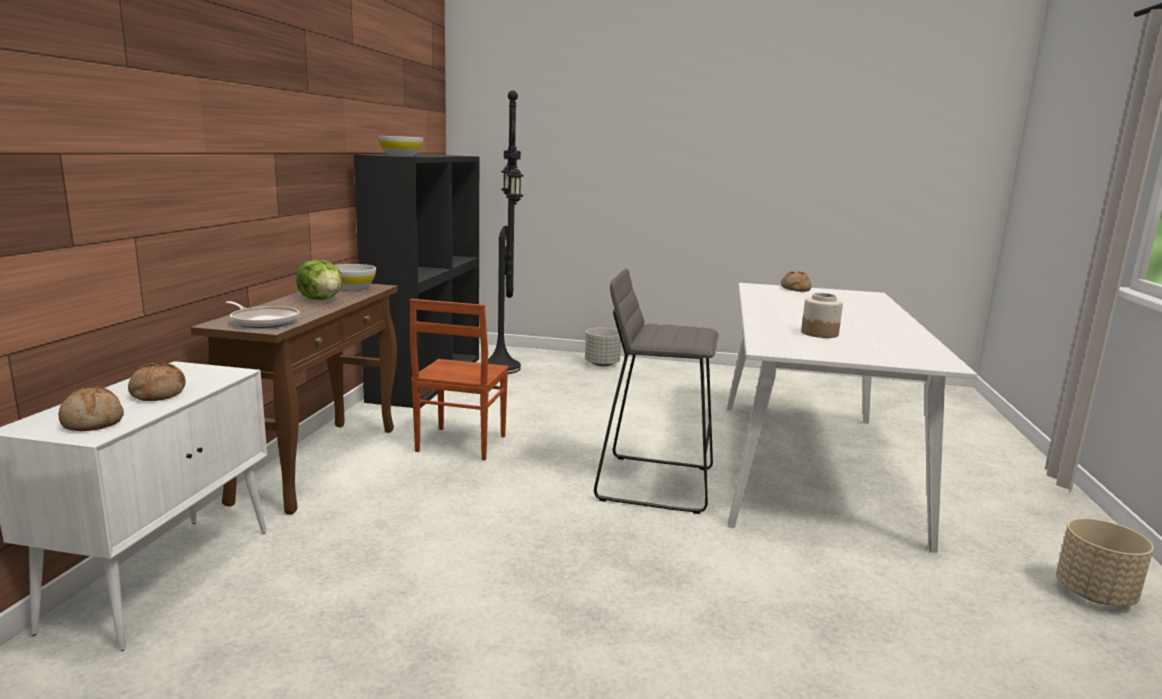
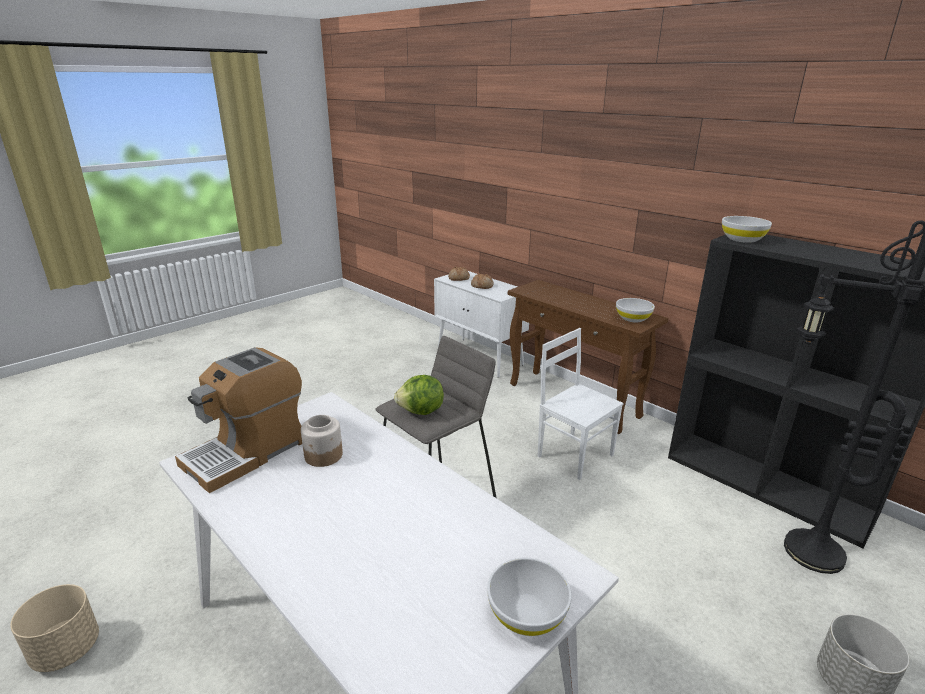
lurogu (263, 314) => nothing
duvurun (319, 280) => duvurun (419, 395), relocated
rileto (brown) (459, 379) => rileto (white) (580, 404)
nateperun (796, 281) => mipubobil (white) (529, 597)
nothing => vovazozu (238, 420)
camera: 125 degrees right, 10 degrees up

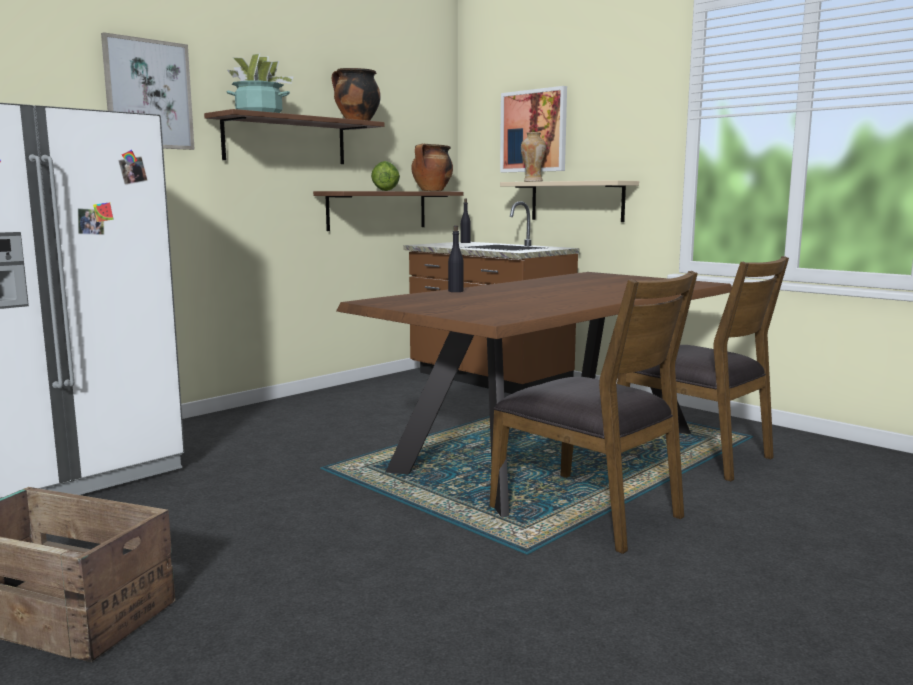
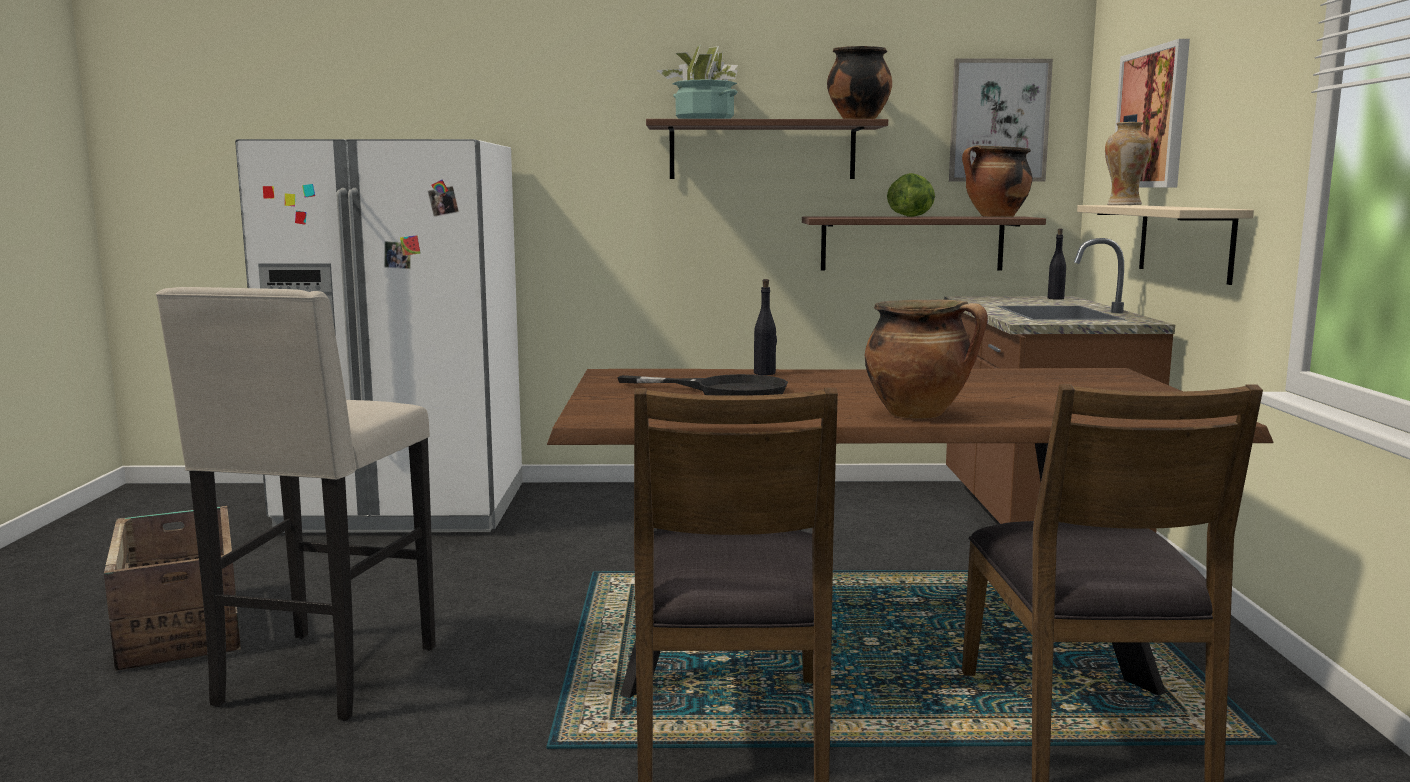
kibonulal (148, 91) => kibonulal (1001, 120), relocated
nothing => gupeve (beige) (296, 504)
nothing => lurogu (black) (702, 385)
nothing => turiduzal (926, 359)
camera: 45 degrees right, 0 degrees up

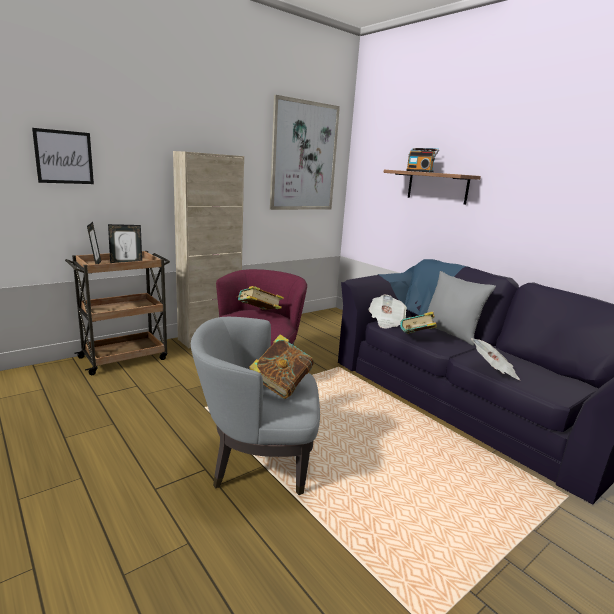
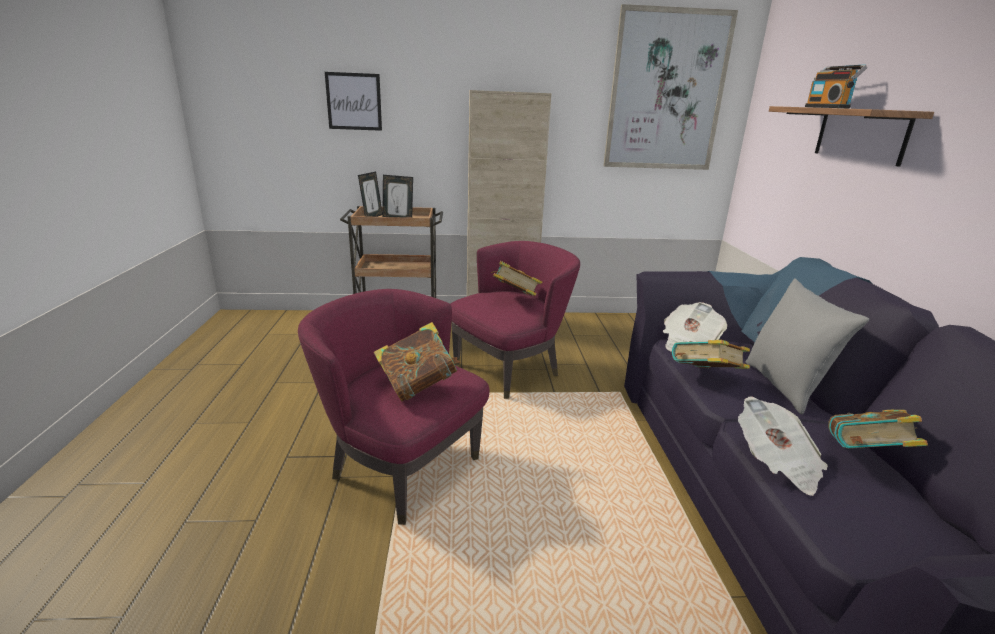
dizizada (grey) (255, 406) => dizizada (purple) (394, 407)
nothing => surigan (878, 429)
camera: 35 degrees right, 5 degrees up

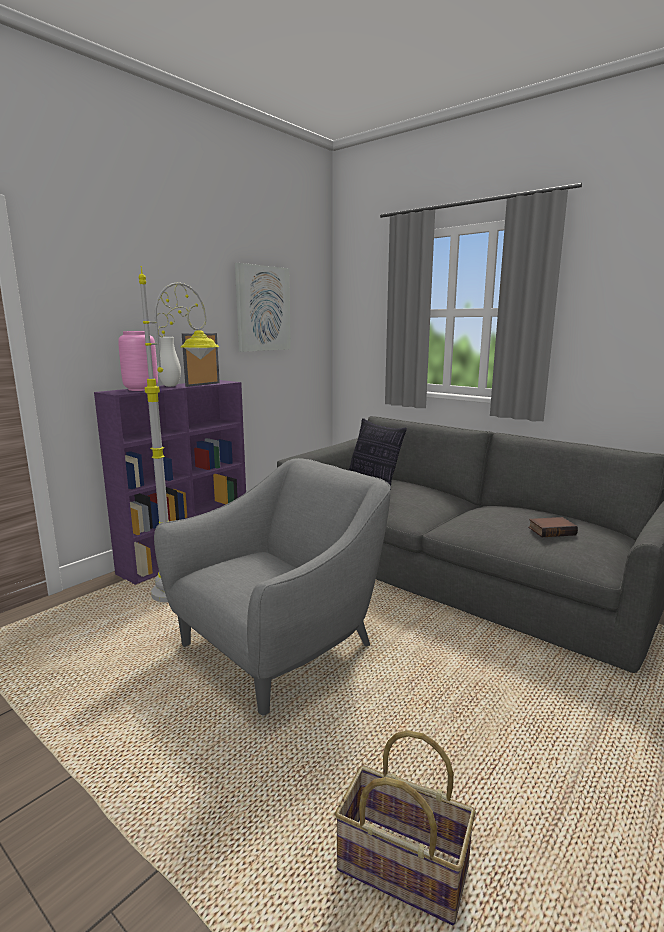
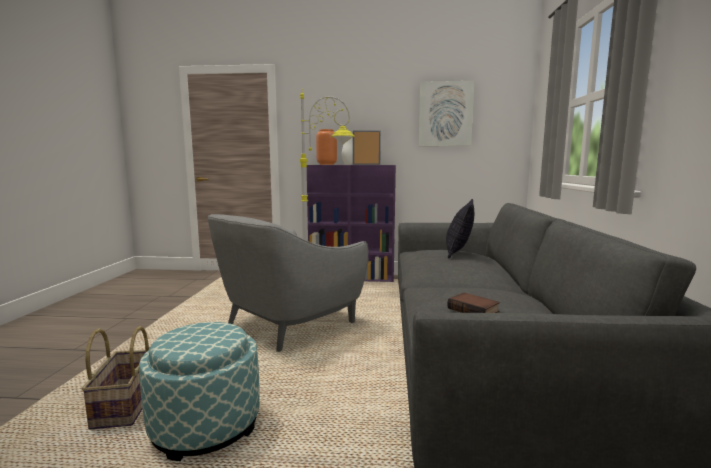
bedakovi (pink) (138, 361) => bedakovi (orange) (326, 147)
dizizada (grey) (272, 586) => dizizada (grey) (288, 283), 120 degrees clockwise
nothing => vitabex (199, 391)
camera: 55 degrees right, 5 degrees down

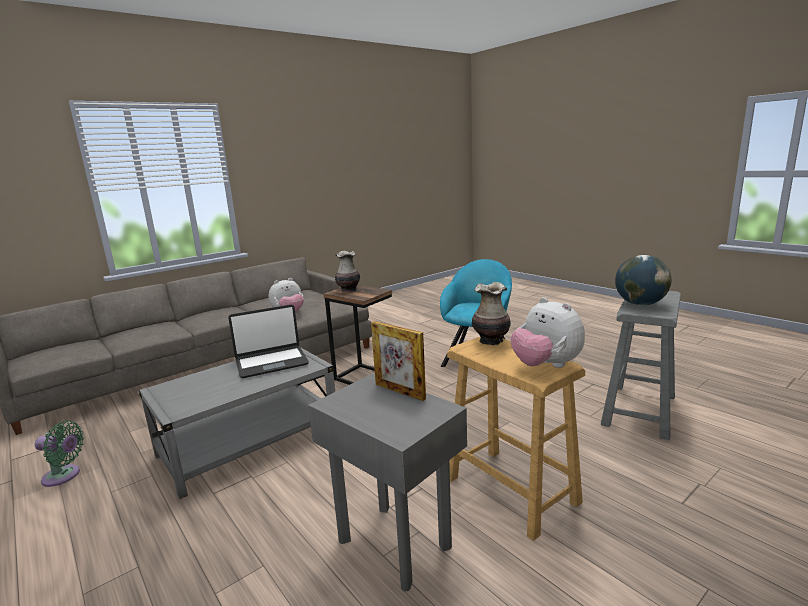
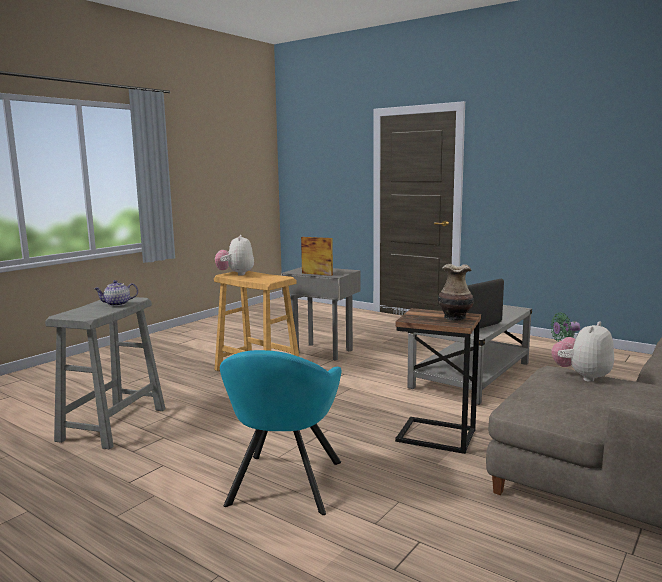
bedakovi (491, 313) => nothing
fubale (548, 332) => fubale (234, 255), 135 degrees counterclockwise
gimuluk (643, 280) => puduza (116, 293)
camera: 165 degrees right, 5 degrees down

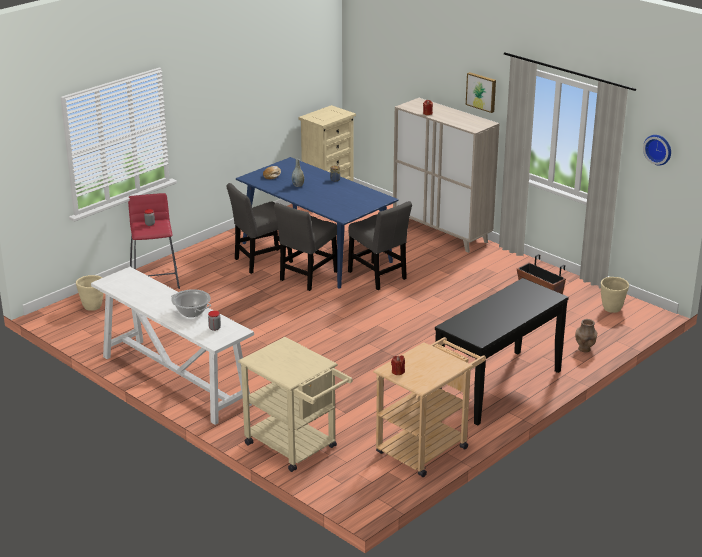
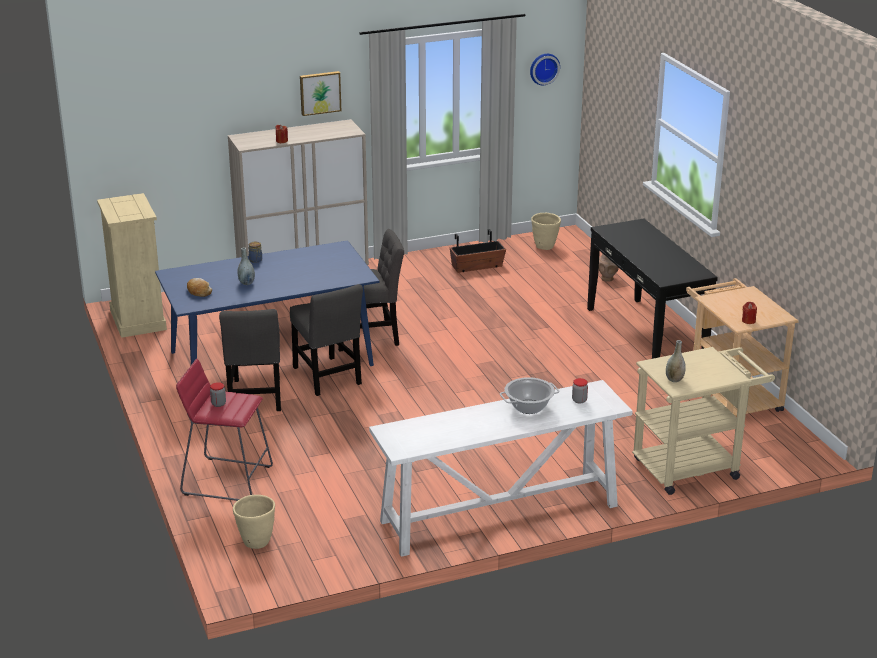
nothing => bedakovi (grey) (676, 361)
camera: 65 degrees left, 0 degrees up

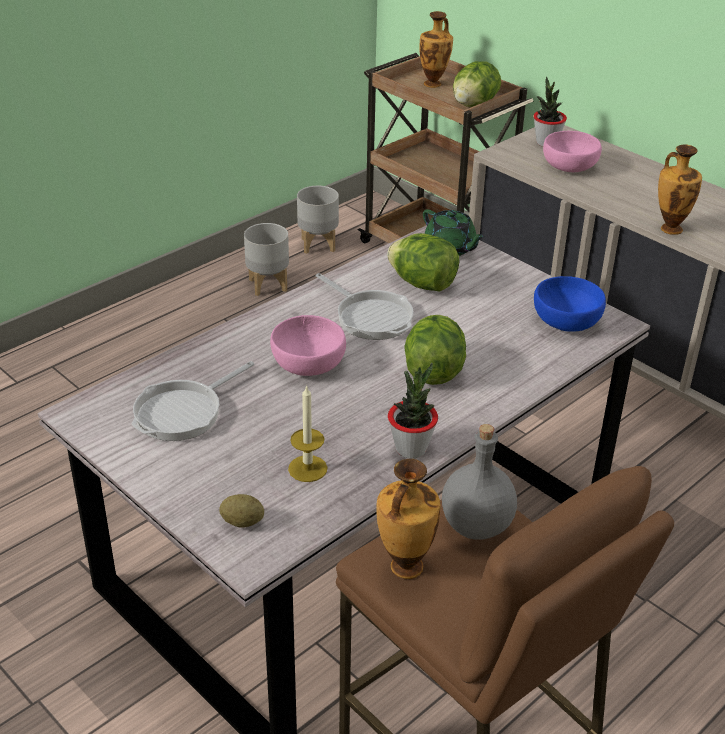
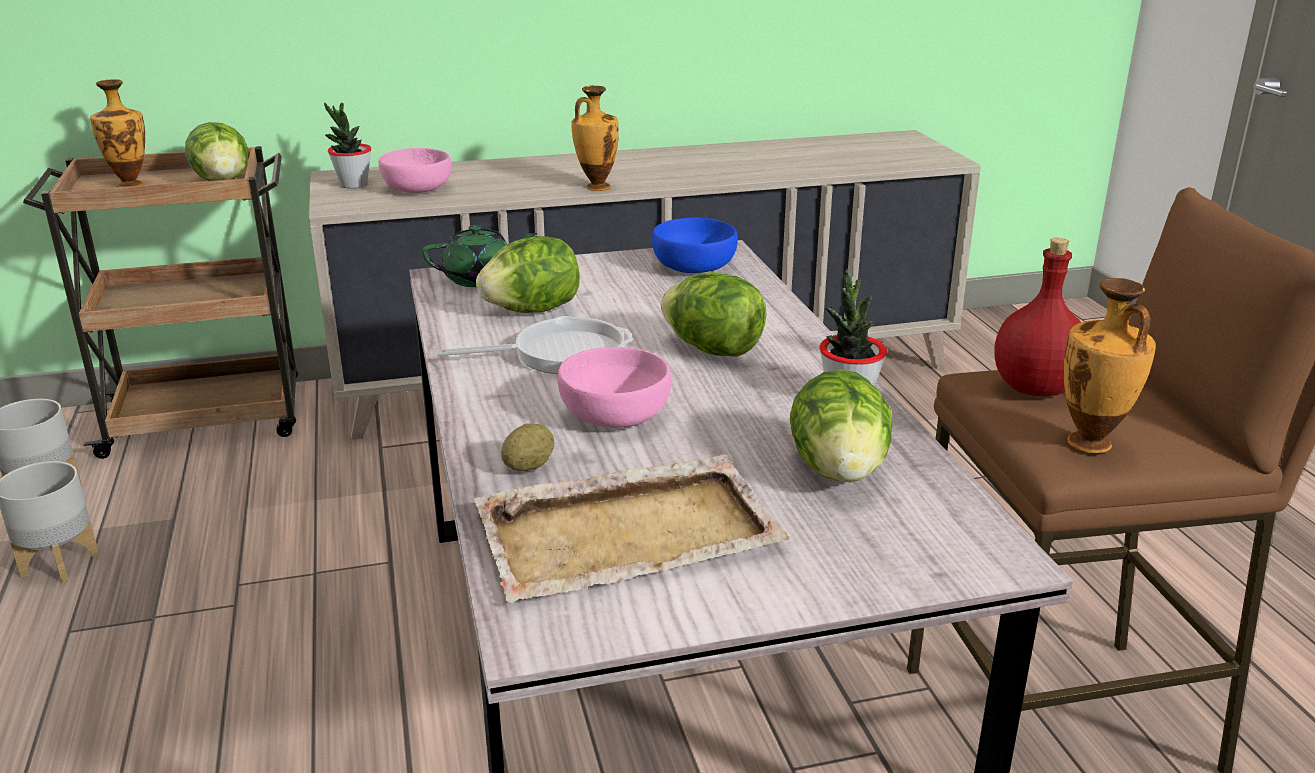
lurogu (192, 401) => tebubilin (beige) (632, 528)
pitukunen (241, 511) => pitukunen (527, 447), relocated
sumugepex (307, 433) => duvurun (841, 425)
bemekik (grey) (479, 482) => bemekik (red) (1038, 317)
camera: 60 degrees left, 10 degrees down

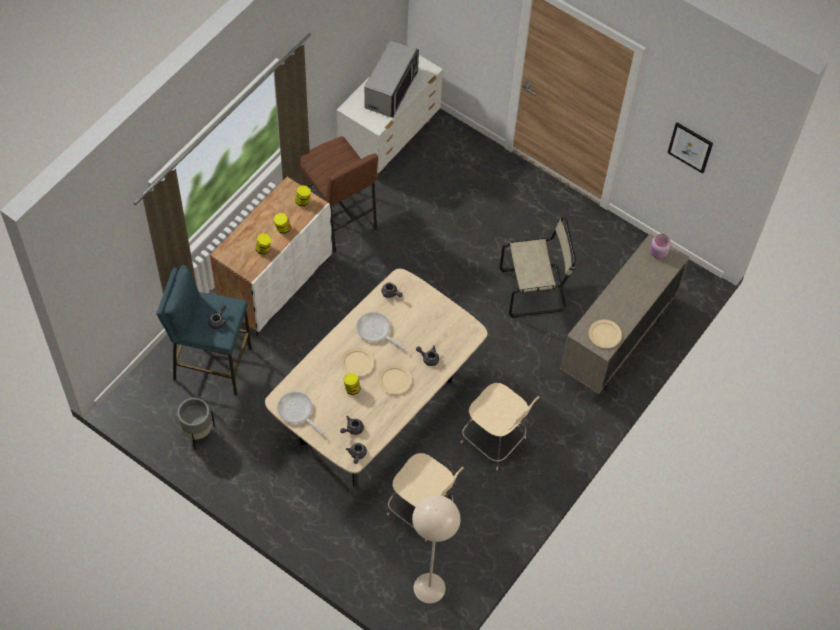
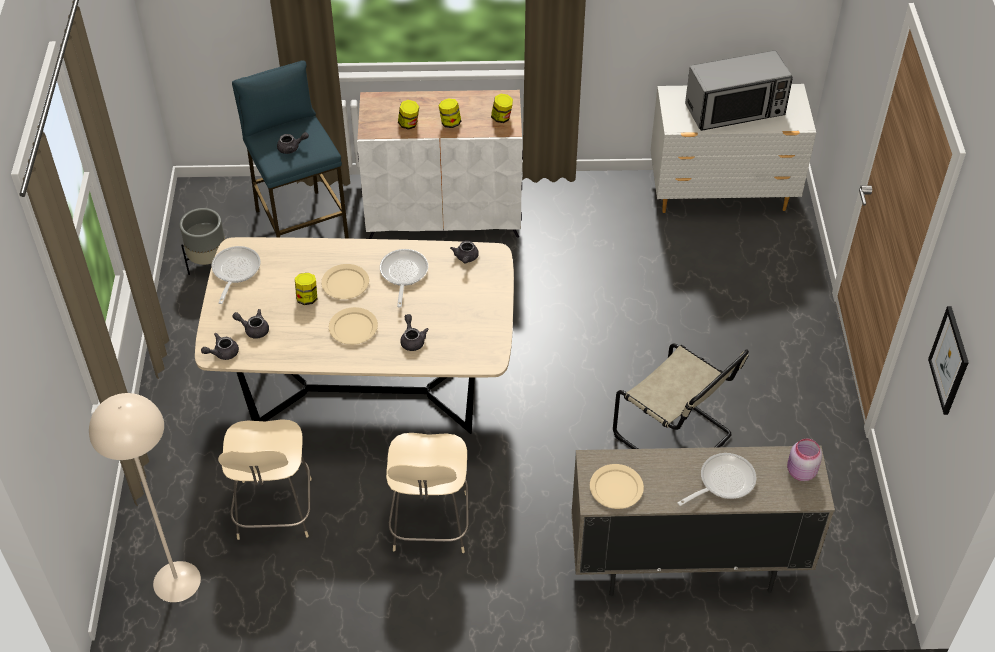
gupeve (brown) (339, 194) => nothing
nothing => lurogu (716, 479)
camera: 55 degrees right, 10 degrees down

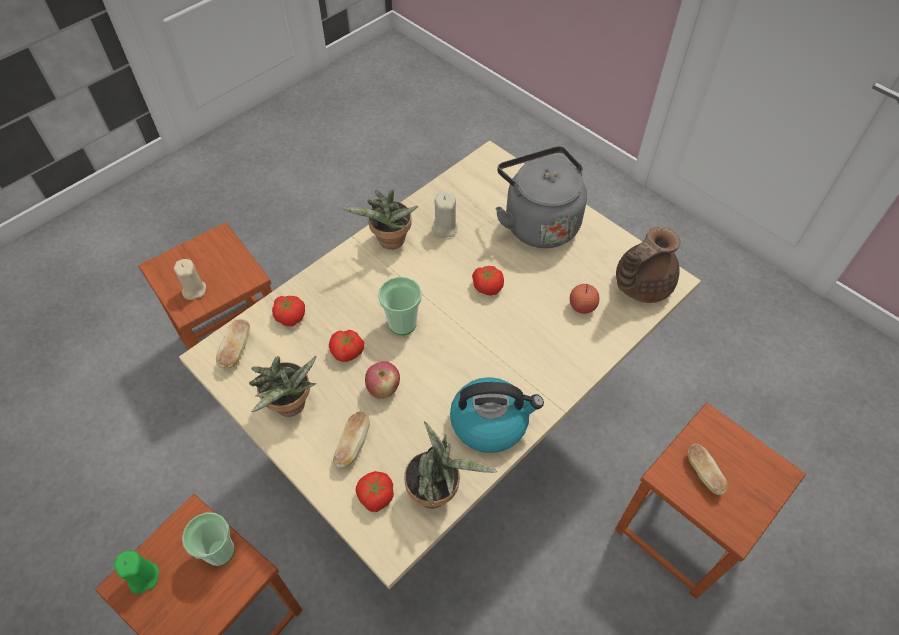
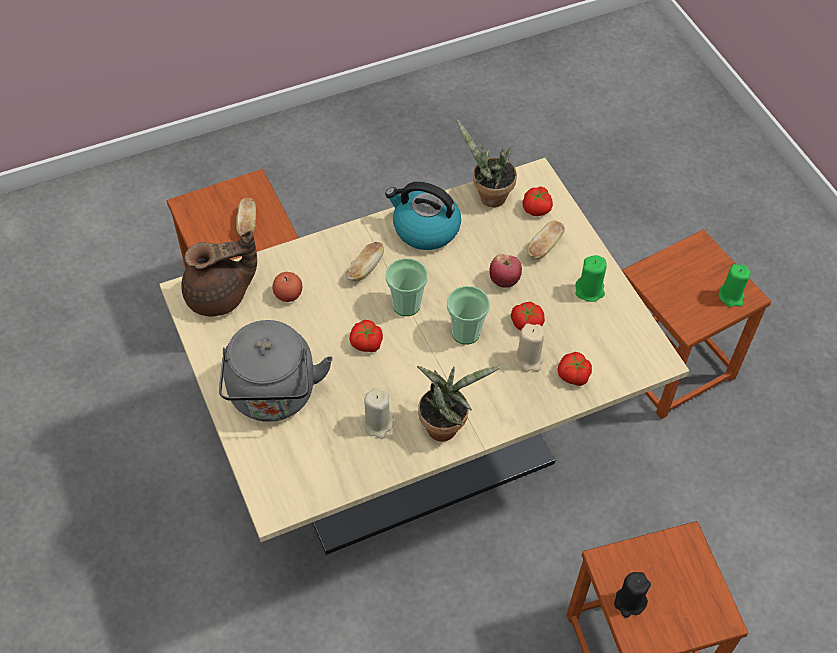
sumugepex (beige) (190, 279) => sumugepex (beige) (529, 347), relocated
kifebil (208, 539) => kifebil (407, 287), relocated
nateperun (233, 344) => nateperun (365, 261), relocated
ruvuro (282, 386) => sumugepex (green) (591, 278)
nothing => sumugepex (black) (632, 595)
camera: 160 degrees left, 0 degrees up

